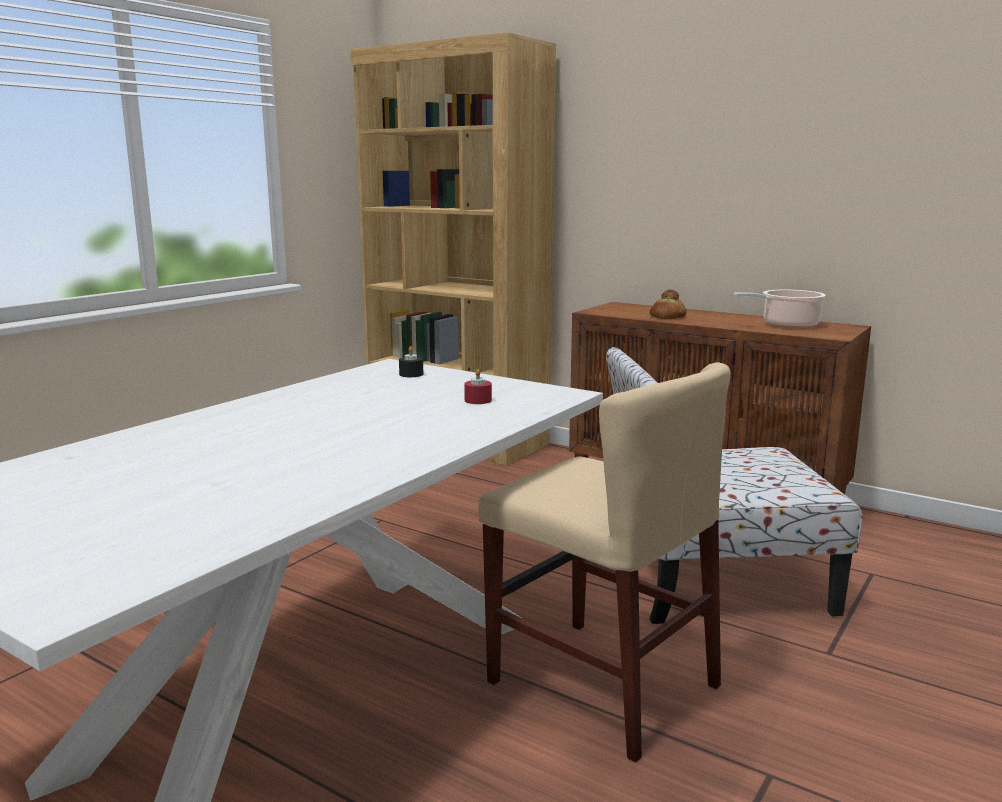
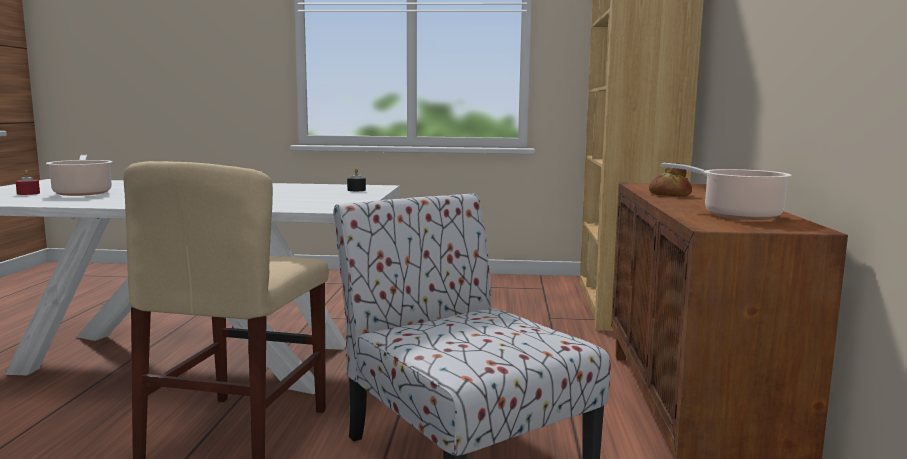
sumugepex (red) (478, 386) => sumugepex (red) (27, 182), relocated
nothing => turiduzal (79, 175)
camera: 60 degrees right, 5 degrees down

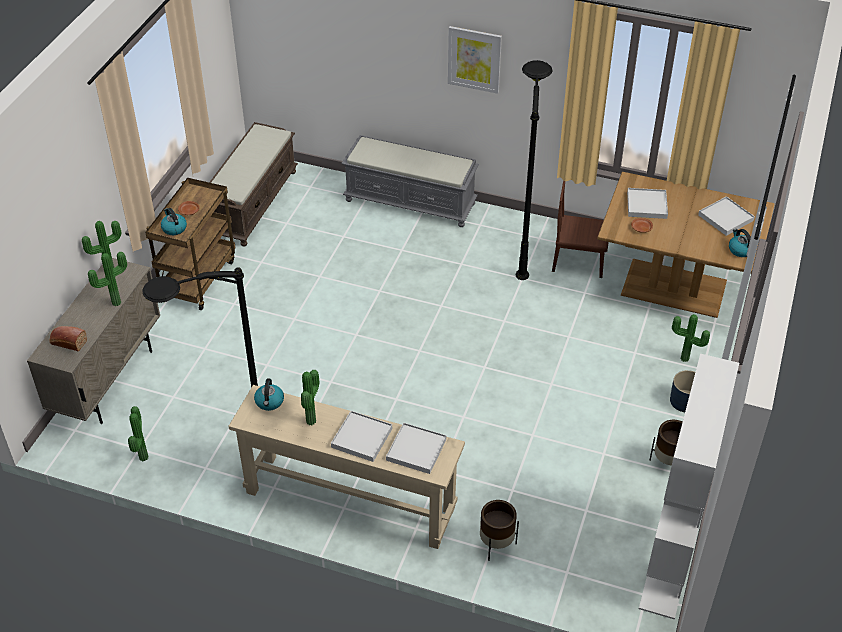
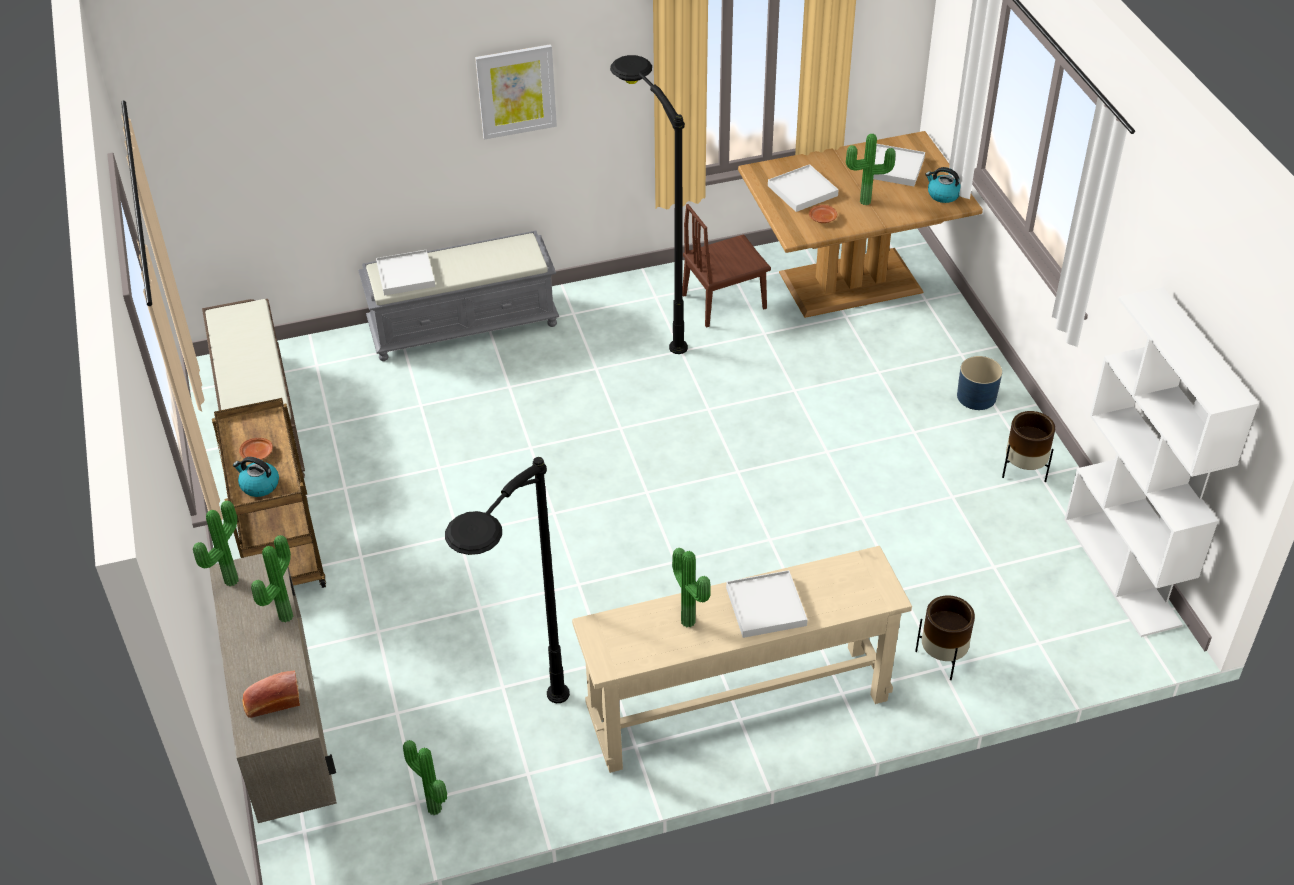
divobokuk (269, 395) => nothing
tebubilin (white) (416, 448) => tebubilin (white) (405, 273), relocated
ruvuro (691, 338) => ruvuro (871, 169), relocated
camera: 35 degrees left, 0 degrees up

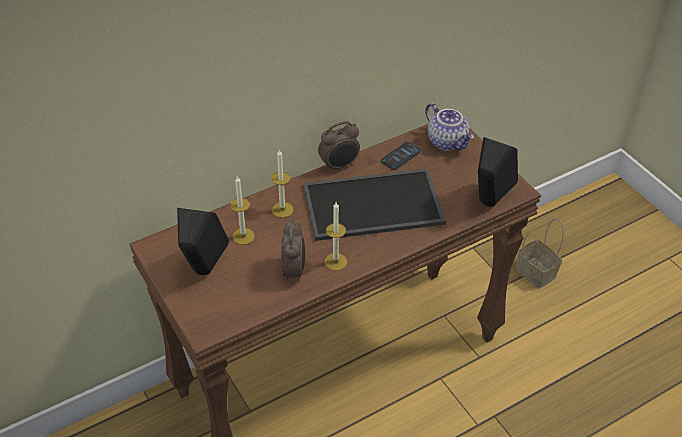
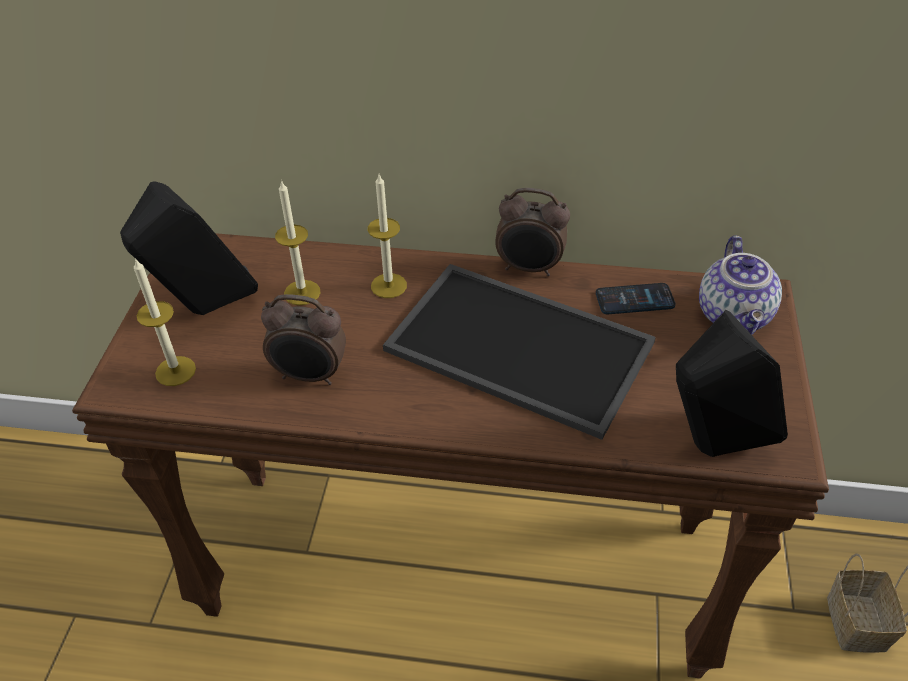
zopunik (293, 251) => zopunik (303, 339), 60 degrees clockwise
sumugepex (335, 236) => sumugepex (165, 322), relocated
camera: 40 degrees right, 0 degrees up

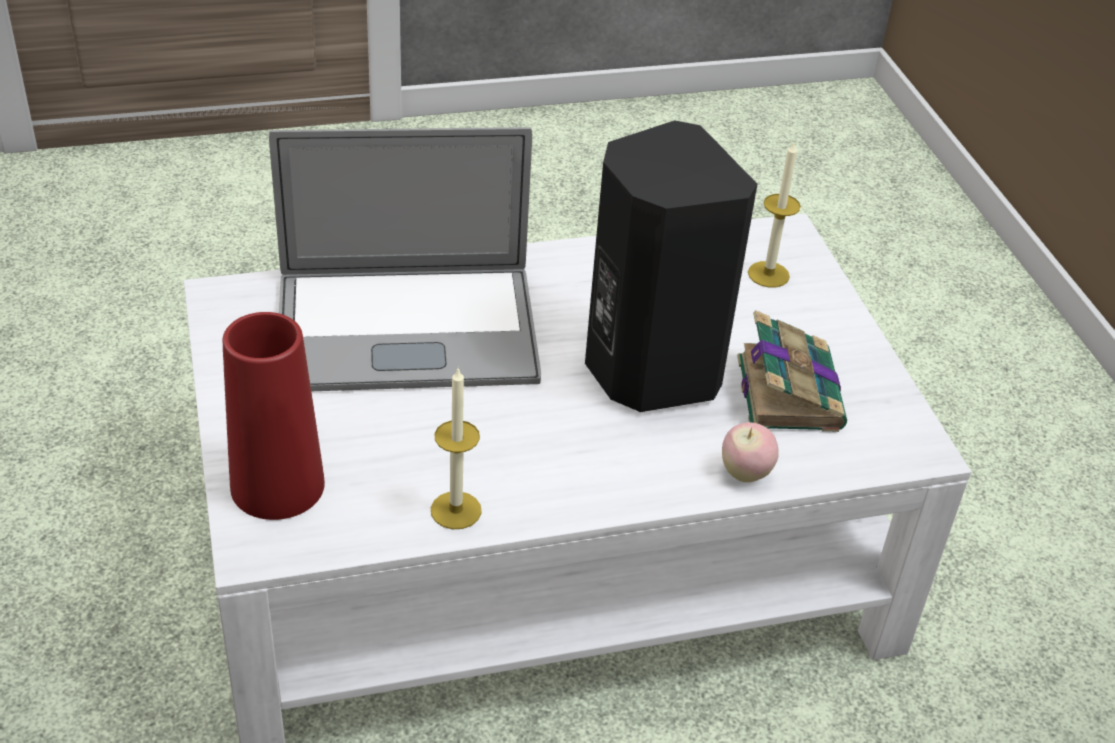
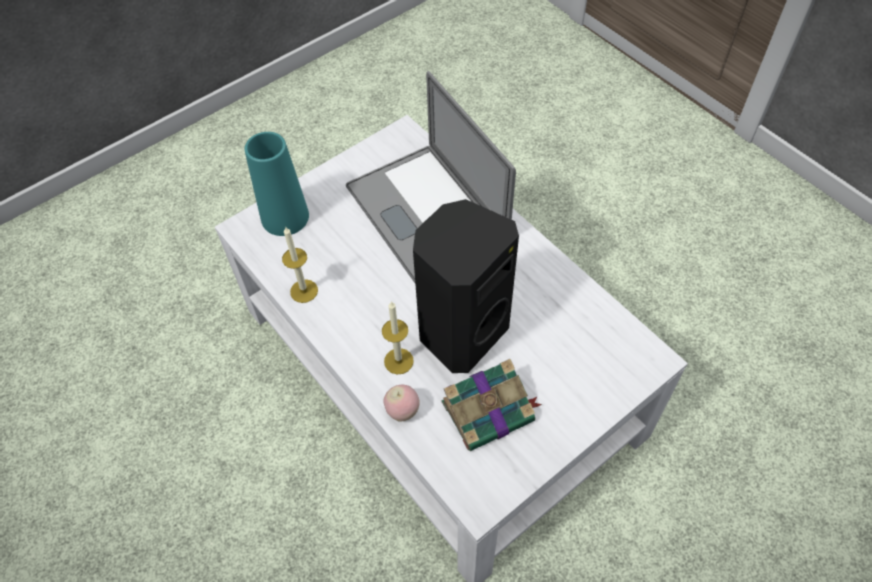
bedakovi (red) (274, 416) => bedakovi (turquoise) (277, 184)
sumugepex (774, 214) => sumugepex (398, 337), relocated
camera: 70 degrees right, 15 degrees up

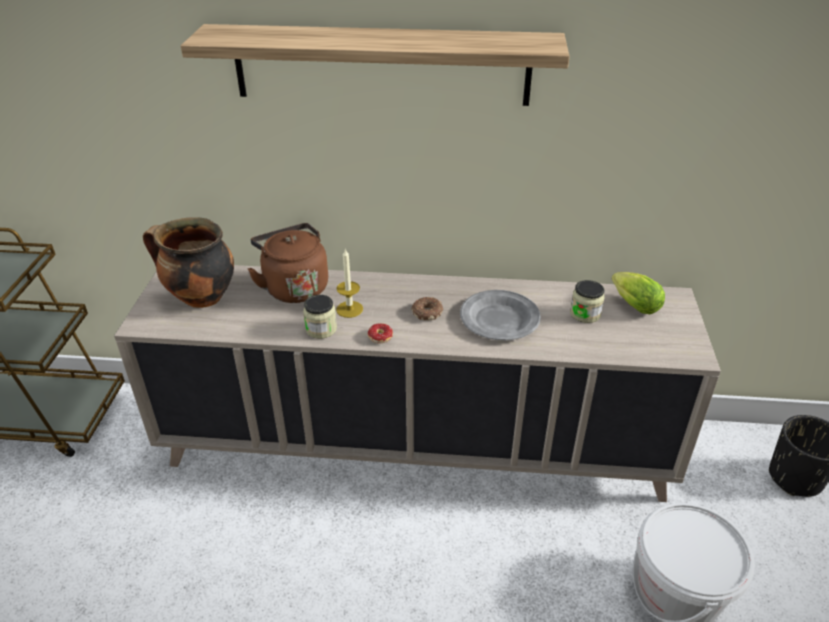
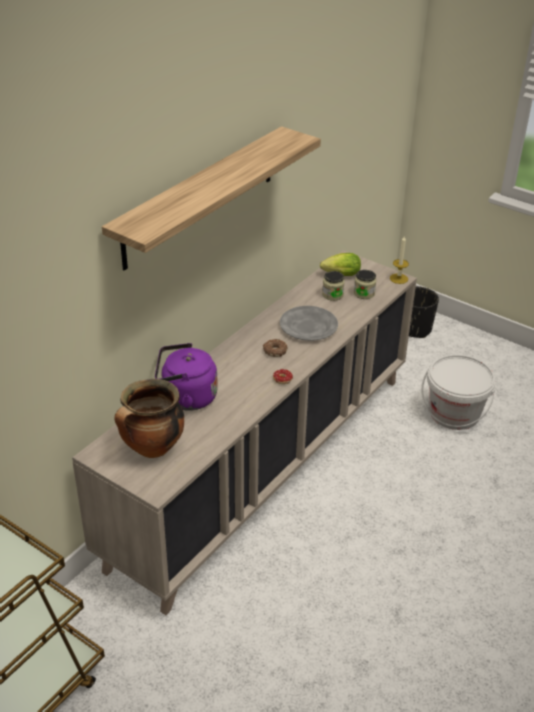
divobokuk (brown) (288, 263) => divobokuk (purple) (186, 377)
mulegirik (320, 317) => mulegirik (365, 284), relocated
sumugepex (349, 283) => sumugepex (399, 259), relocated
camera: 60 degrees left, 0 degrees up

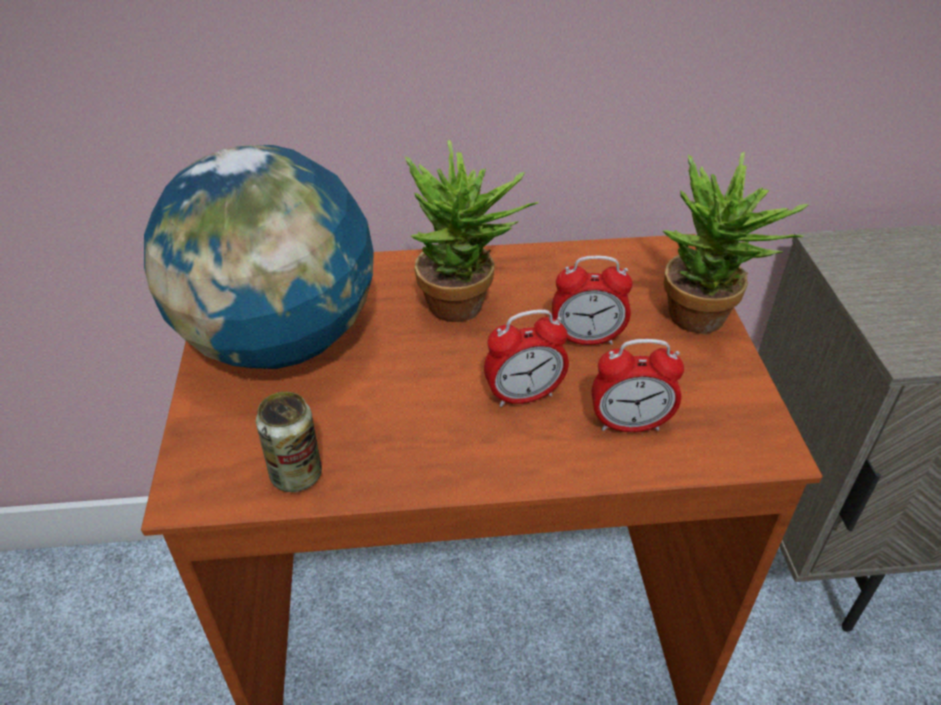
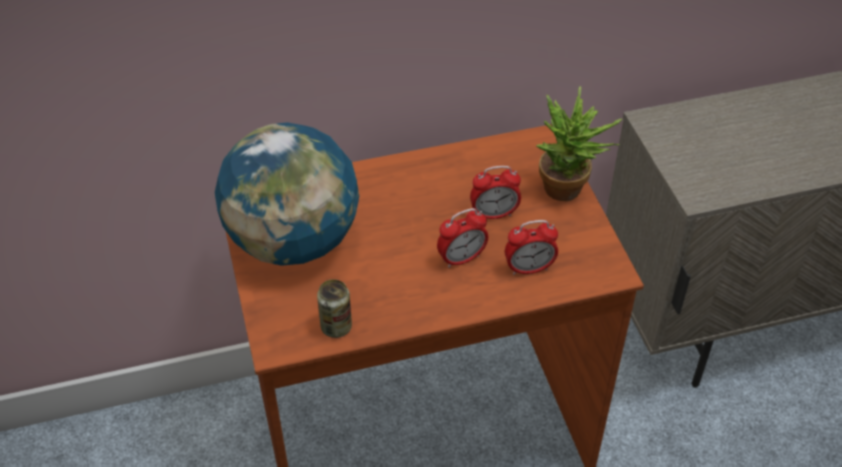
ruvuro (472, 231) => nothing
camera: 10 degrees left, 5 degrees up

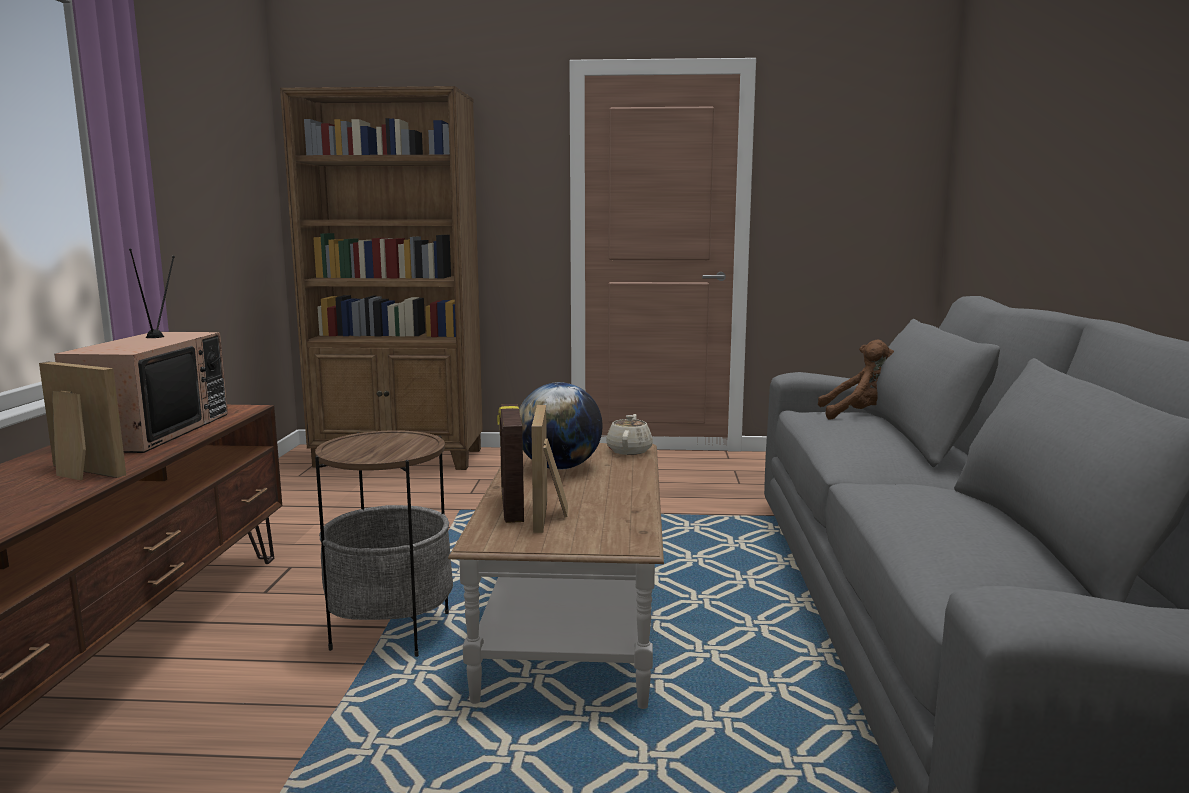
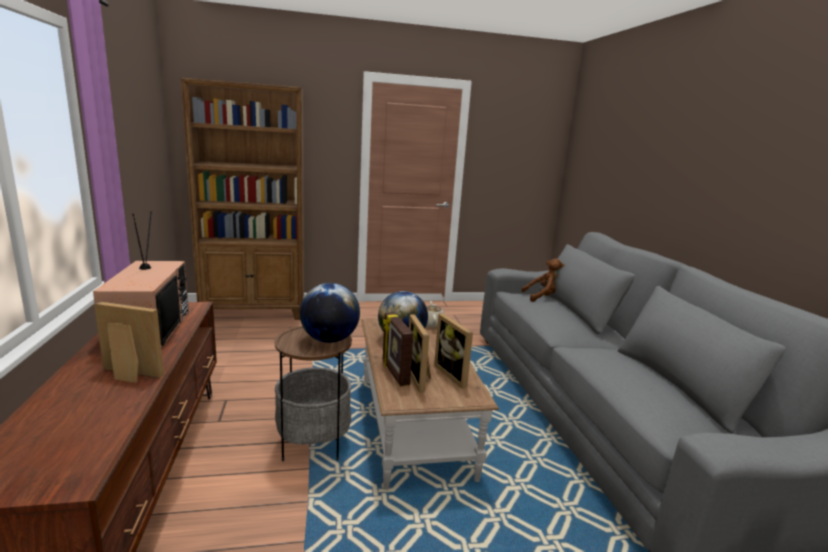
nothing => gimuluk (330, 313)
nothing => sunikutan (453, 351)
camera: 15 degrees left, 5 degrees up

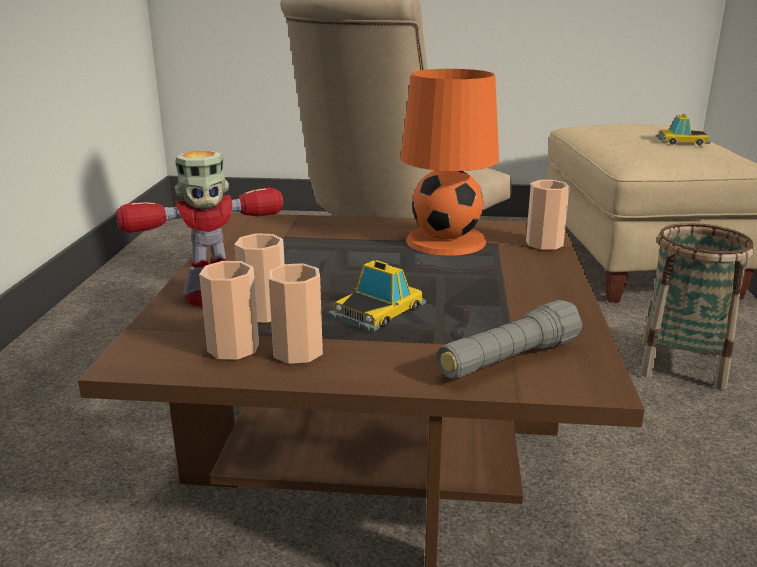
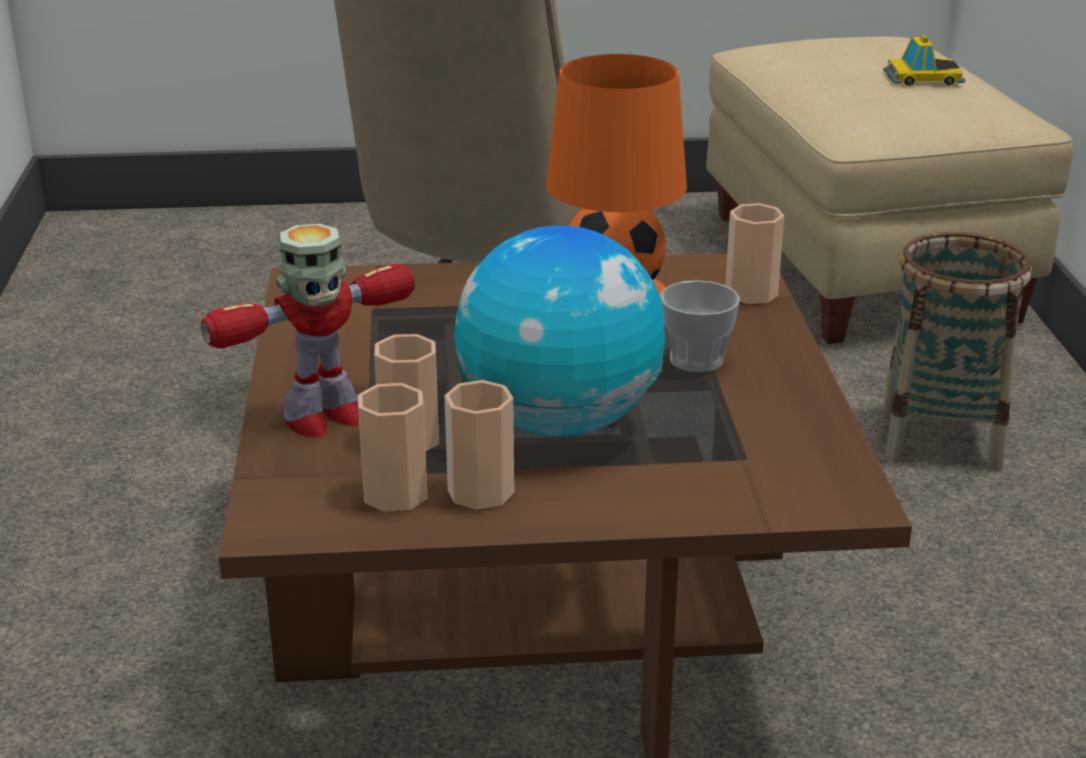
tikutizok (377, 295) => gimuluk (559, 331)
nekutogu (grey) (509, 339) => nothing
nothing => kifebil (700, 326)
camera: 10 degrees left, 5 degrees up

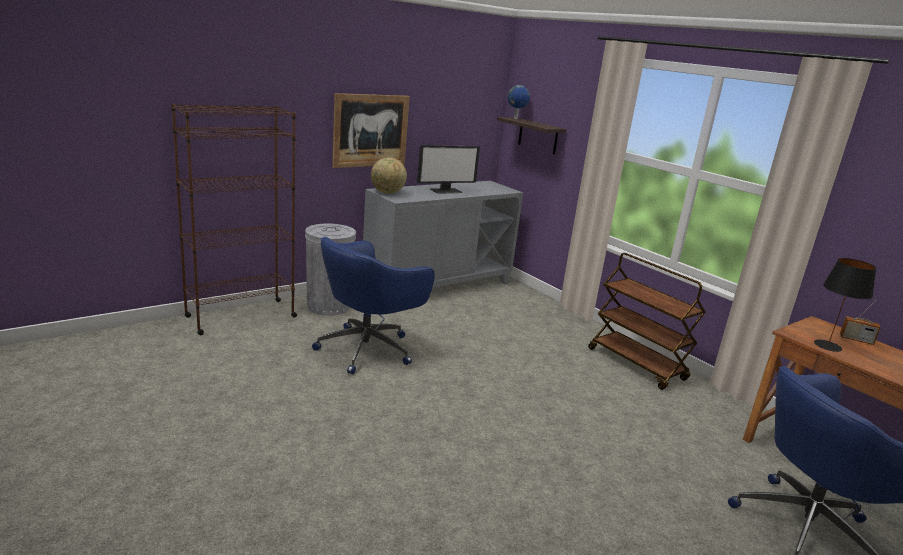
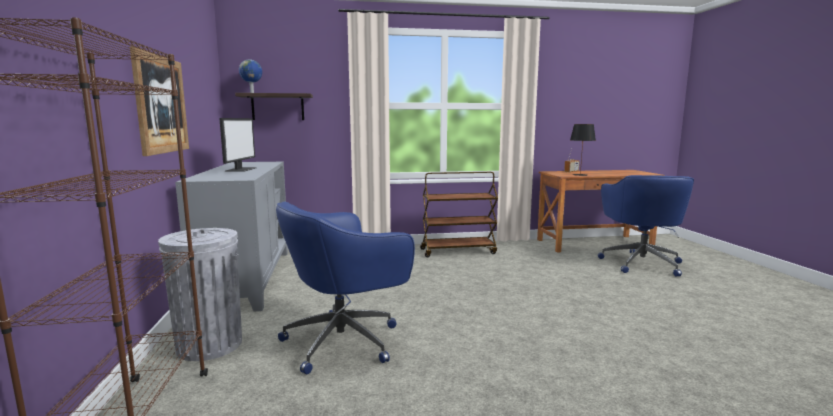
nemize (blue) (373, 305) => nemize (blue) (345, 287), 75 degrees clockwise
gimuluk (389, 175) => nothing
camera: 60 degrees left, 10 degrees down

